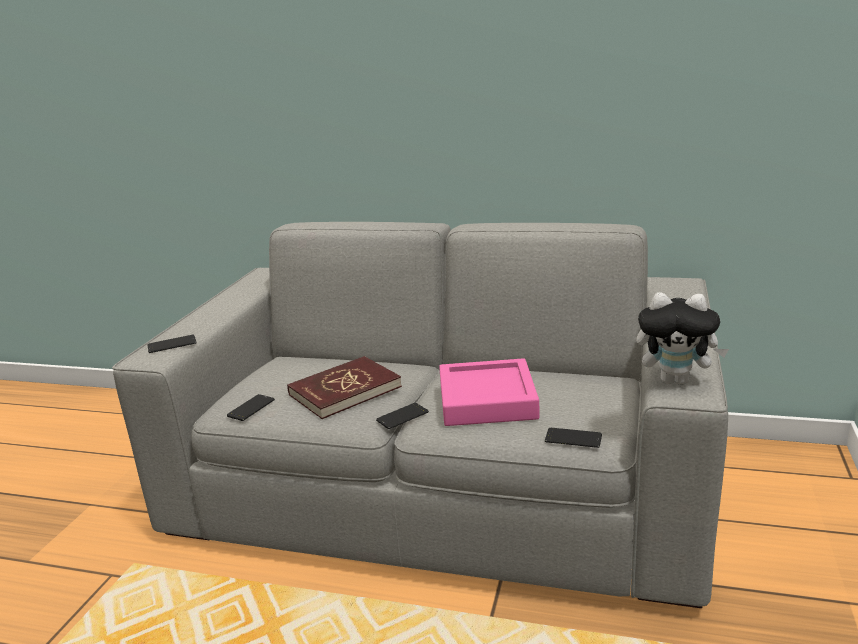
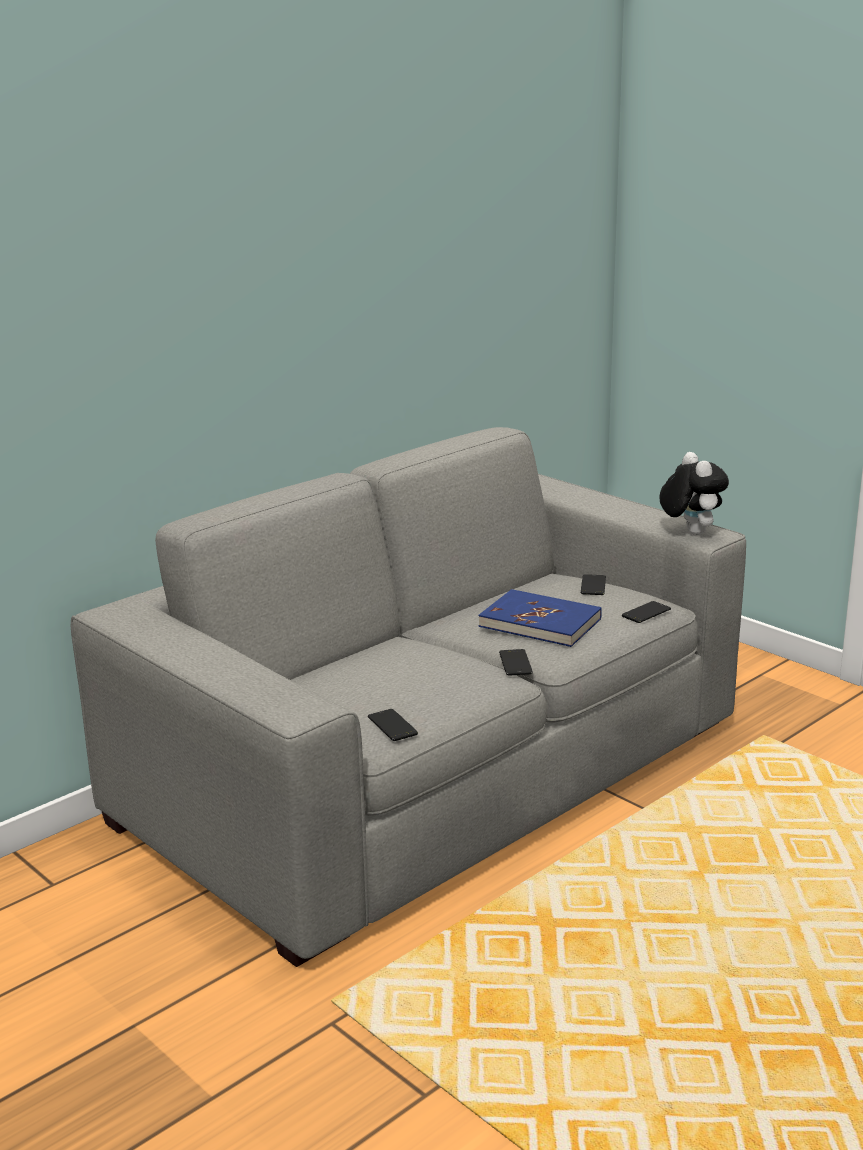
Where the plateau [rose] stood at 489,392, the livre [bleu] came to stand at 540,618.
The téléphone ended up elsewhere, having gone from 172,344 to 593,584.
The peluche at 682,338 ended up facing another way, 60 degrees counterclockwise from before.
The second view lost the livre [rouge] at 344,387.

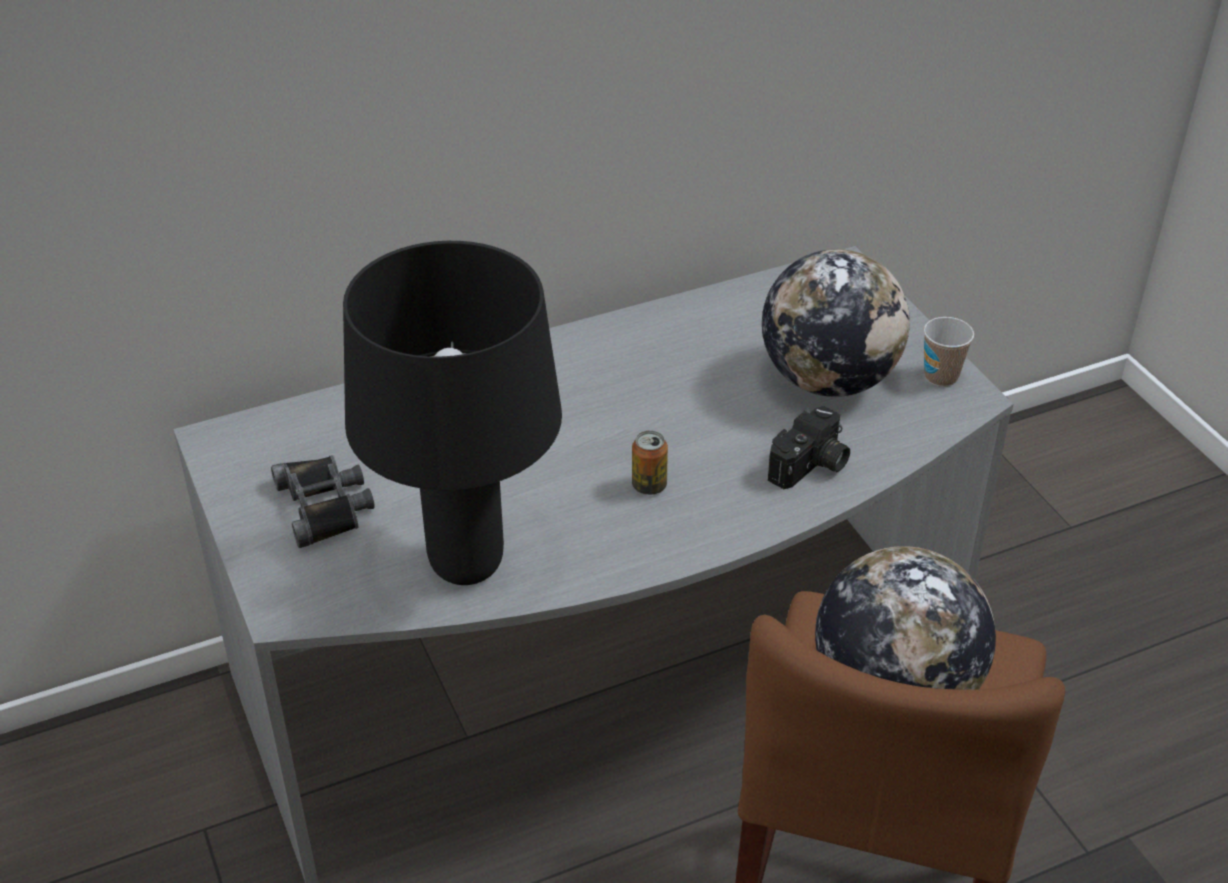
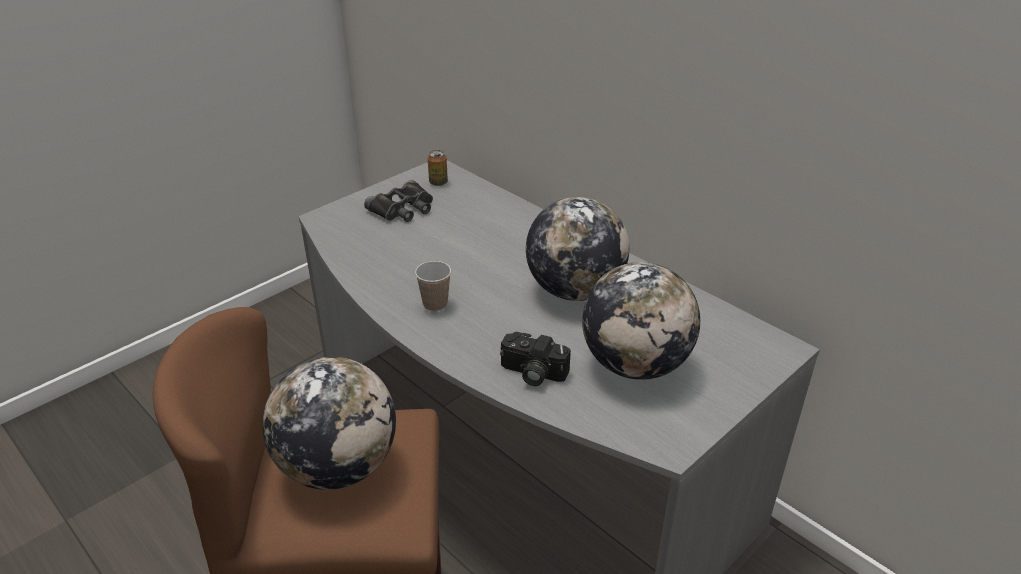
The tasse ended up elsewhere, having gone from 949,352 to 433,286.
The boîte métallique ended up elsewhere, having gone from 650,463 to 437,168.
The second view gained the globe at 577,249.
The second view lost the lampe de table [noir] at 452,413.

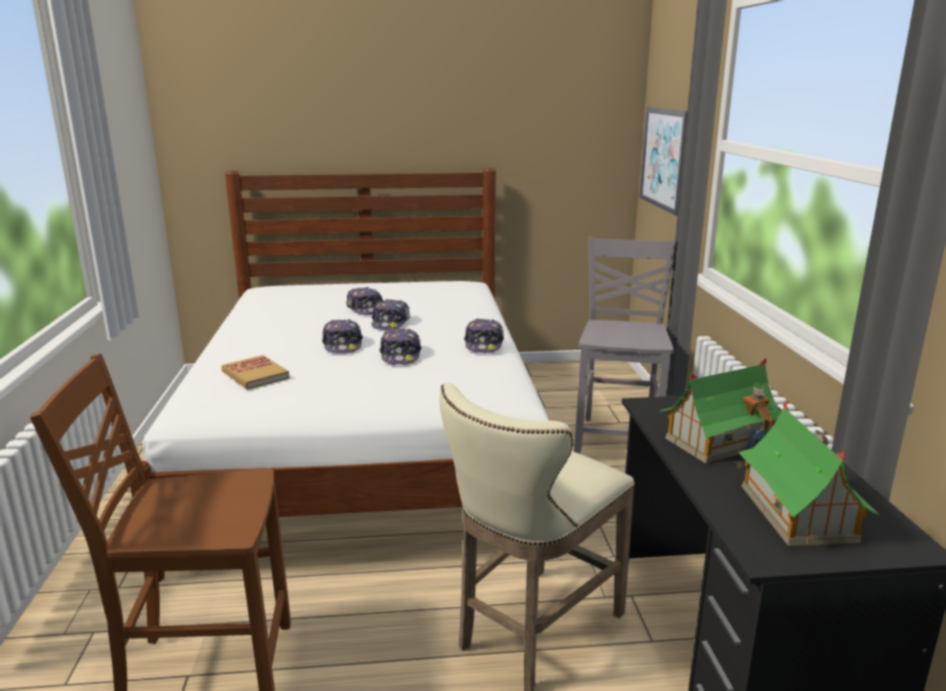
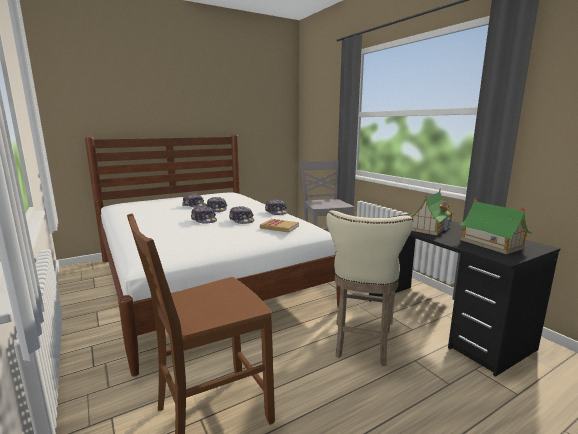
The livre ended up elsewhere, having gone from 255,372 to 279,226.
The second view lost the tableau at 663,161.

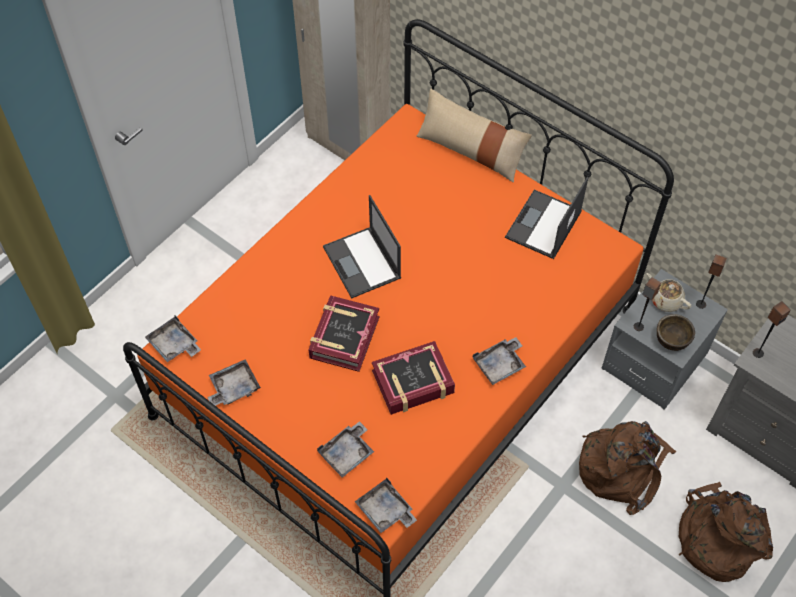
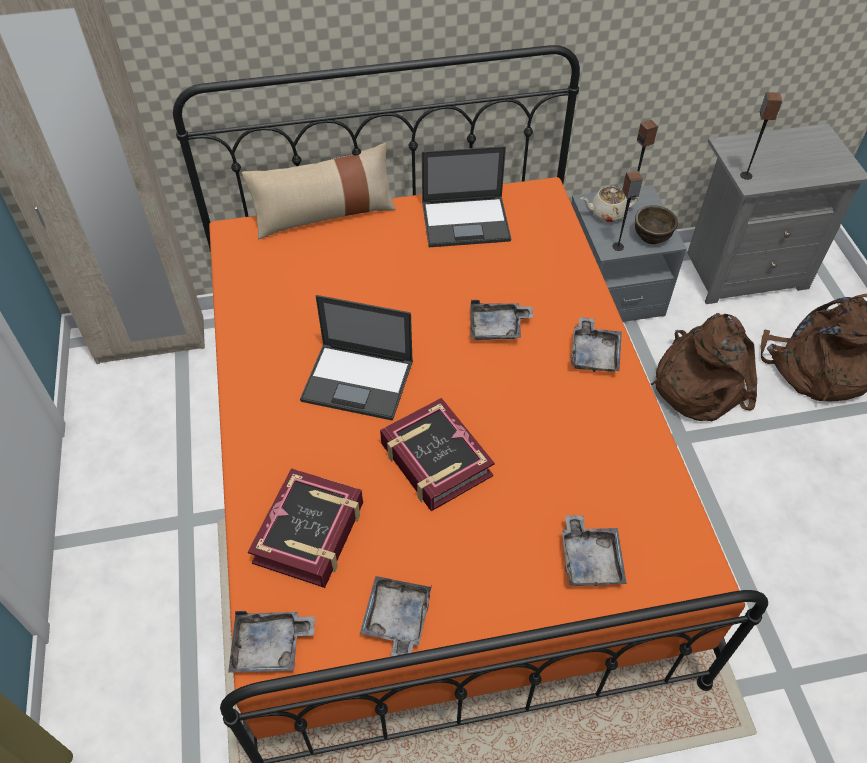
The livre ended up elsewhere, having gone from 413,378 to 305,528.
The ordinateur portable at 546,218 ended up facing another way, 75 degrees counterclockwise from before.
The plateau [gris] ended up elsewhere, having gone from 386,505 to 501,320.

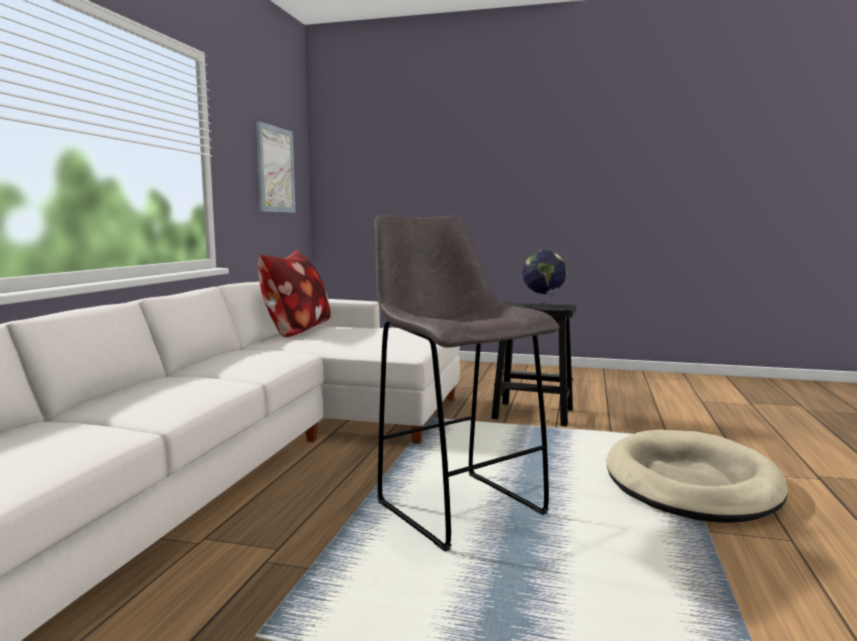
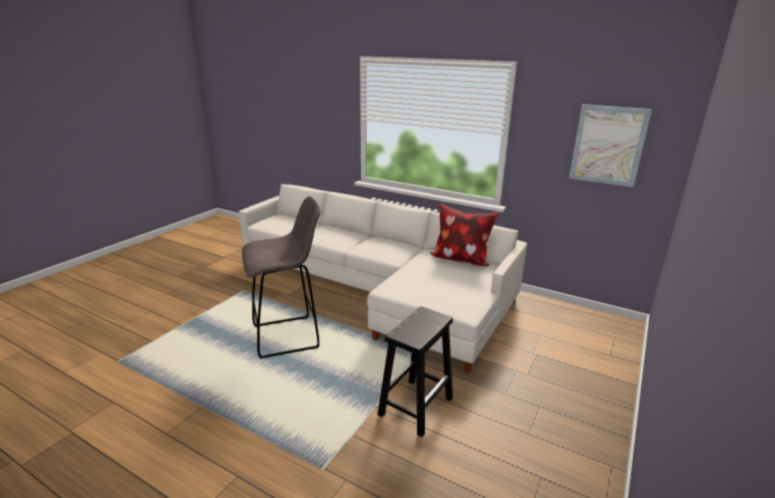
The second view lost the globe at 544,279.
The second view lost the panier pour chien [beige] at 697,476.

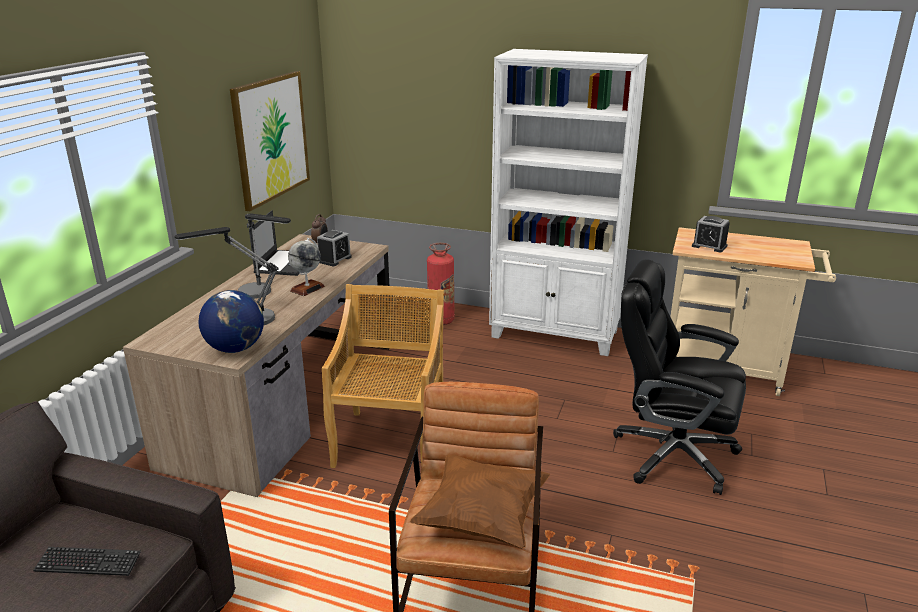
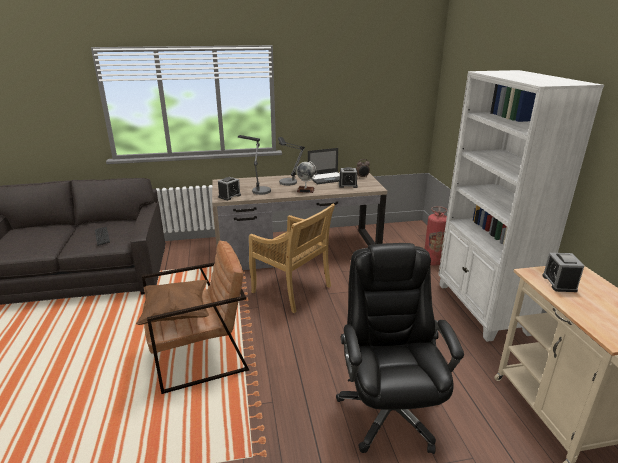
Where the globe stood at 231,321, the réveil came to stand at 229,189.
The chaise [beige] at 383,376 ended up facing another way, 60 degrees clockwise from before.
The second view lost the tableau at 270,141.

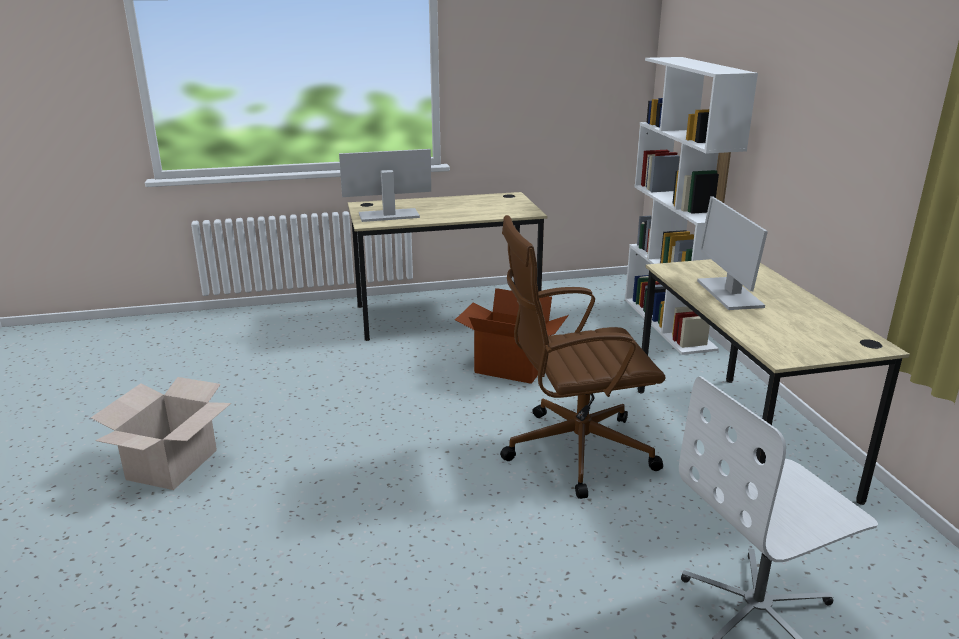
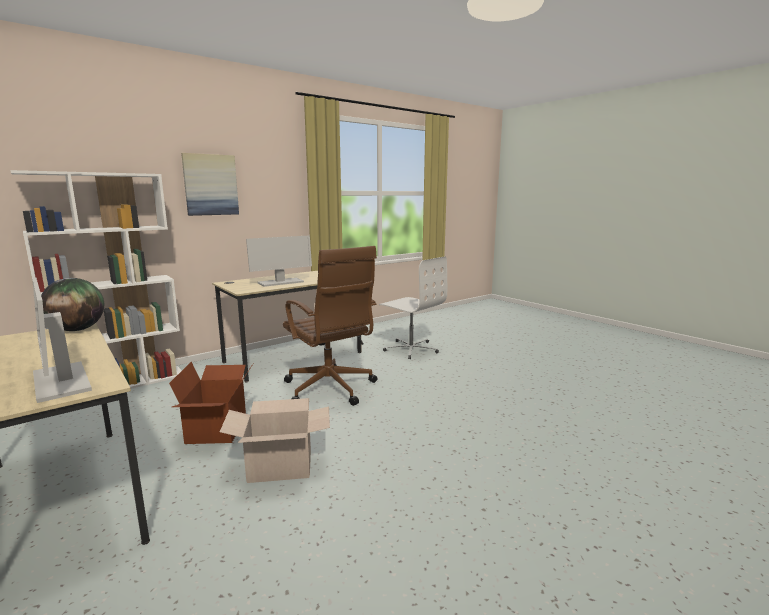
The second view gained the globe at 72,304.
The second view gained the tableau at 210,184.
The carton ended up elsewhere, having gone from 161,433 to 275,440.

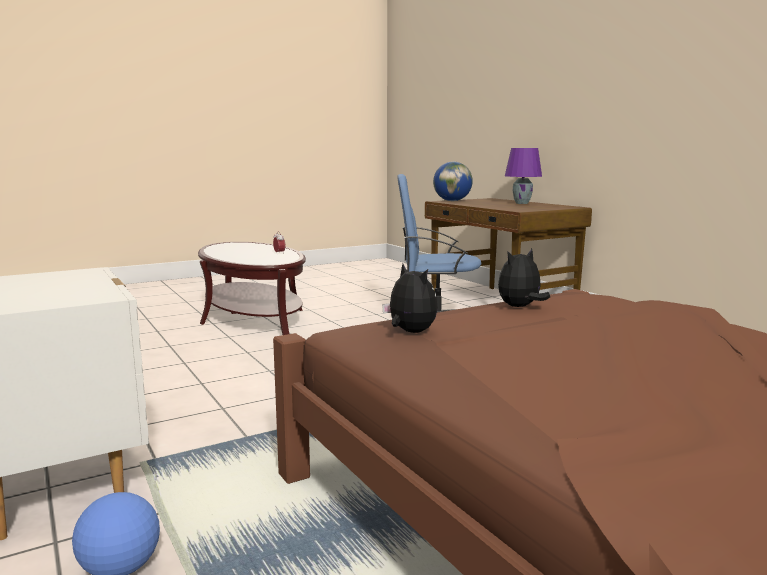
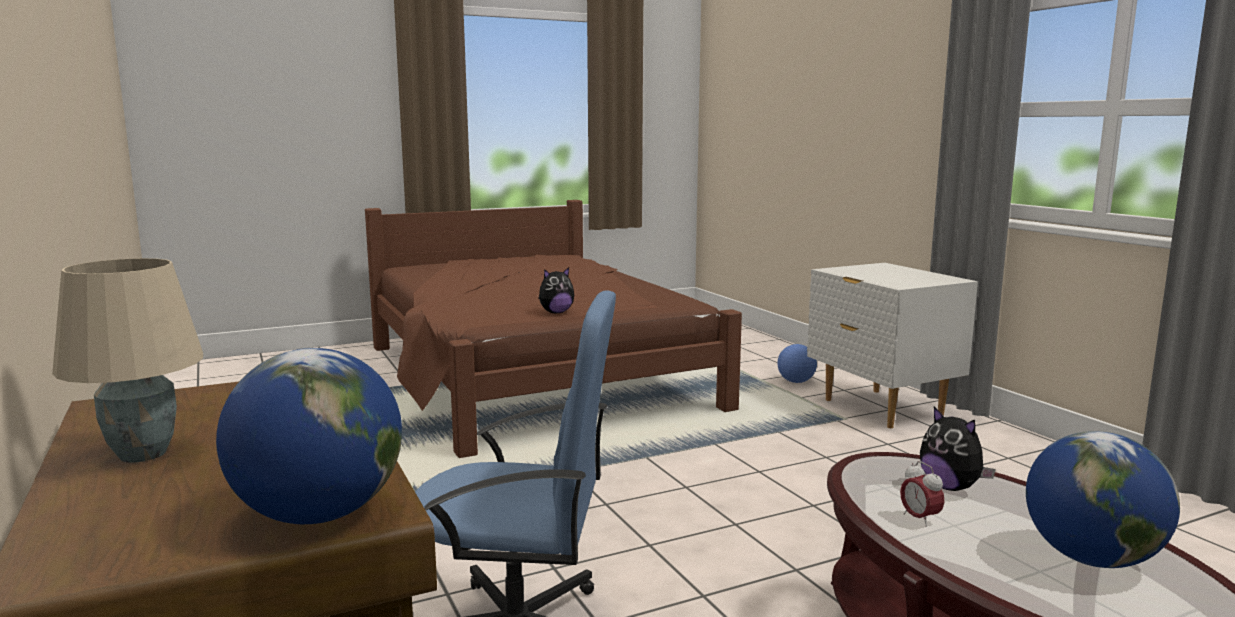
What was the lampe de table [violet] at 523,176 turned into the lampe de table [beige] at 127,360.
The peluche ended up elsewhere, having gone from 410,298 to 958,448.
The second view gained the globe at 1103,499.

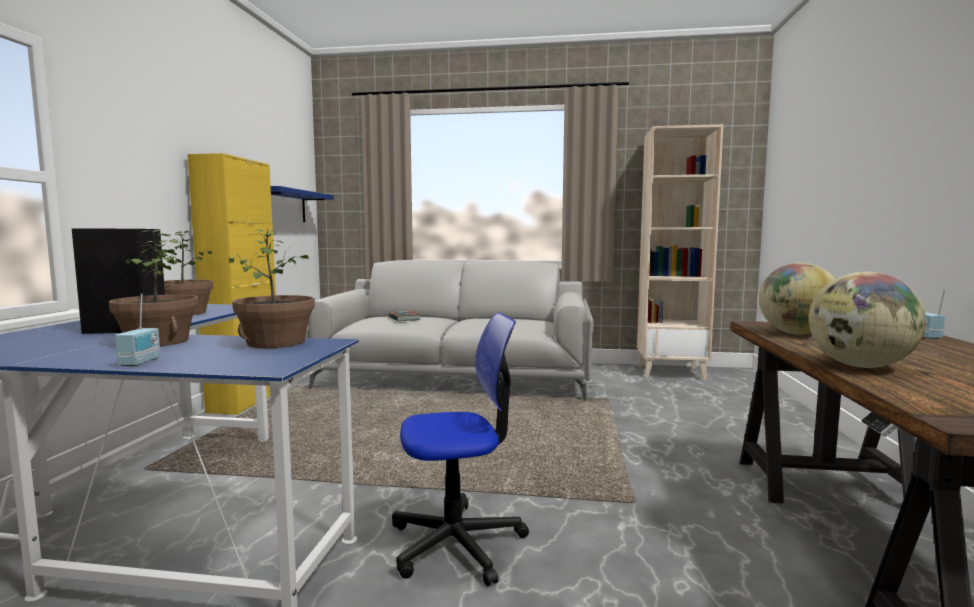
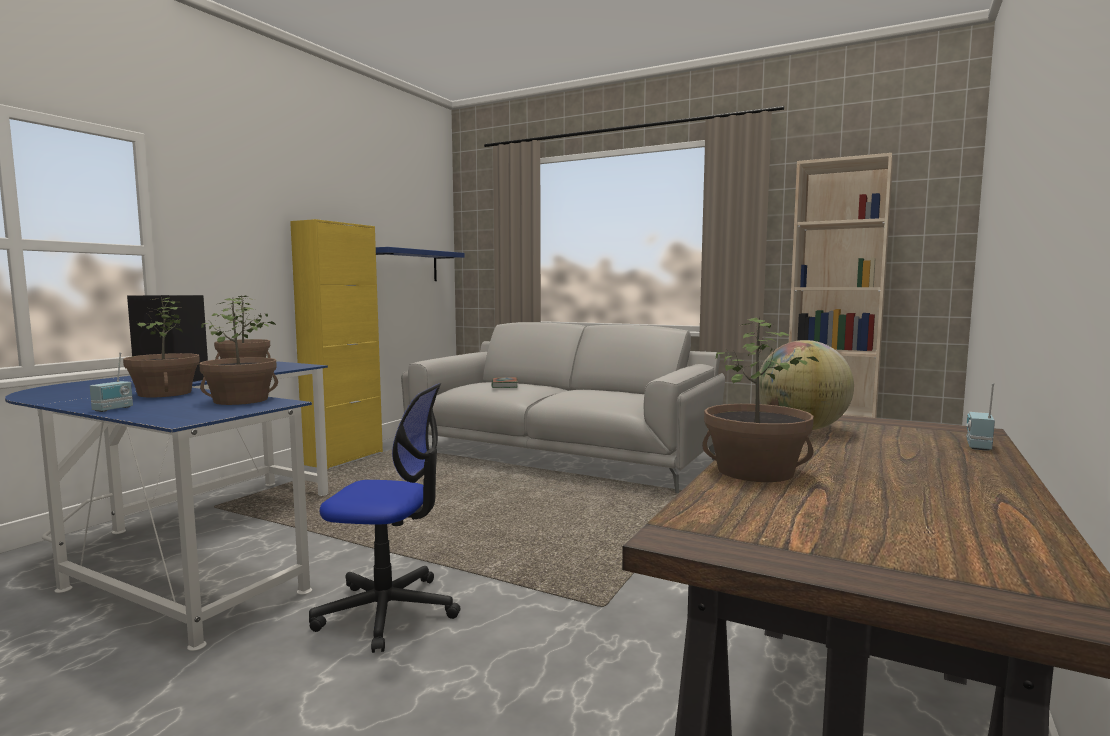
Where the globe stood at 867,320, the plante en pot came to stand at 761,399.

